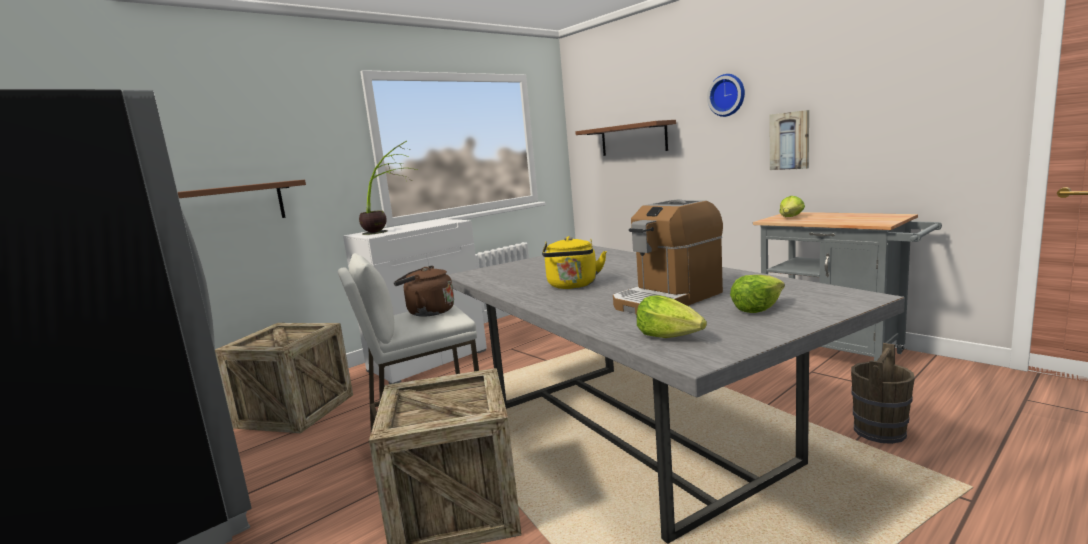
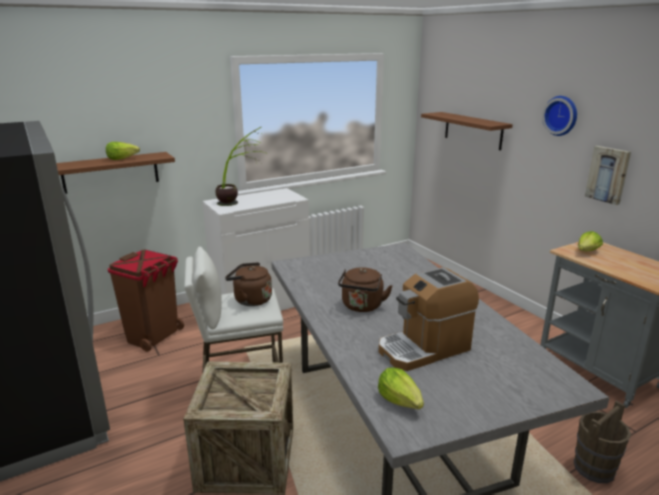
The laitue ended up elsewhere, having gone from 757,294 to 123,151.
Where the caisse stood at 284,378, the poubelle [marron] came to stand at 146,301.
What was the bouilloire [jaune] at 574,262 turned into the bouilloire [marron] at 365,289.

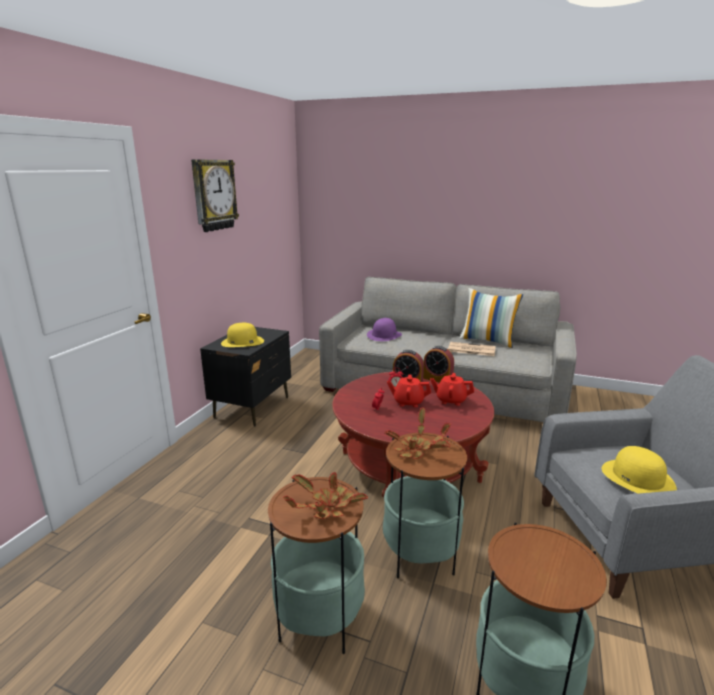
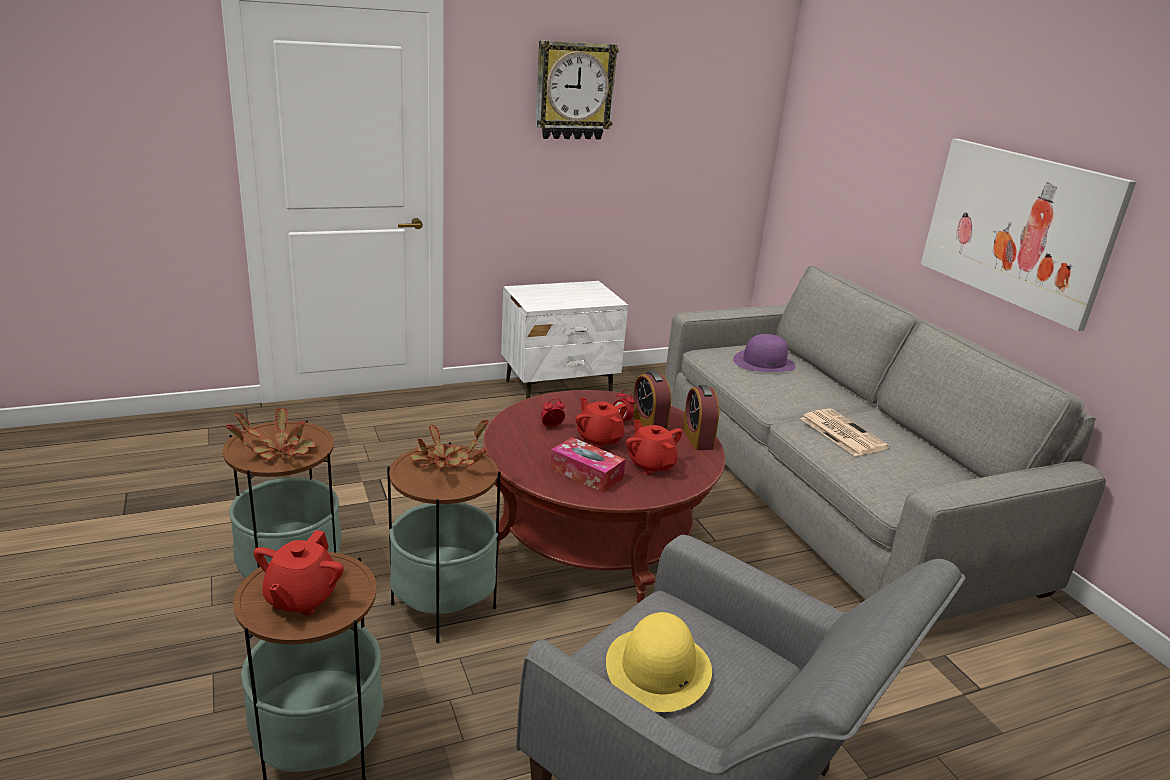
The second view gained the théière [rouge] at 298,572.
What was the table de chevet [noir] at 245,376 turned into the table de chevet [blanc] at 564,340.
The second view gained the boîte à mouchoirs at 587,465.
The second view gained the tableau at 1028,235.
The second view lost the chapeau [jaune] at 242,335.
The second view lost the coussin at 491,318.

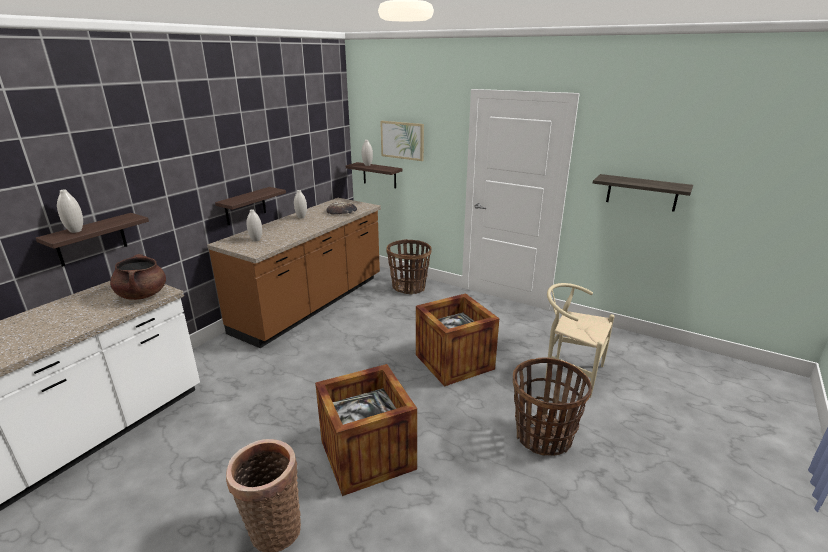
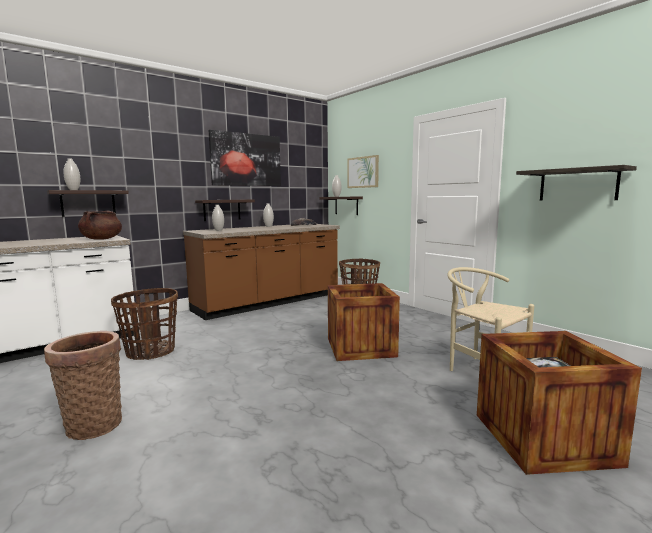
The panier ended up elsewhere, having gone from 552,407 to 144,324.
The second view gained the tableau at 245,158.
The caisse ended up elsewhere, having gone from 366,430 to 559,403.

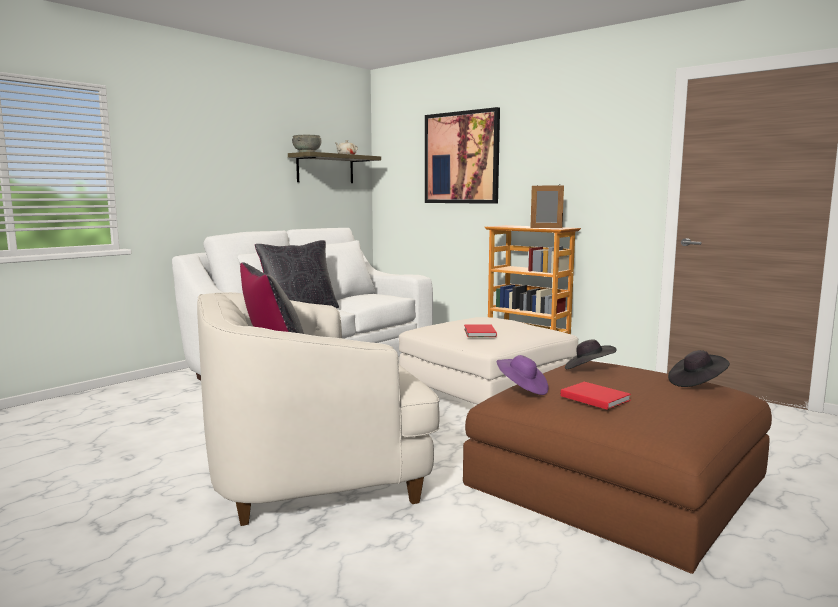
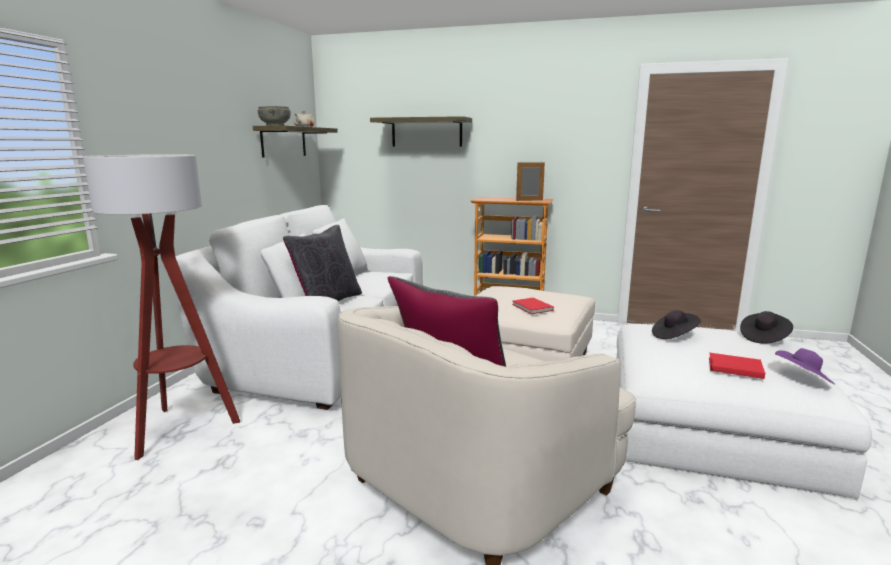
The second view gained the lampadaire at 161,307.
Where the tableau hung at 462,155, the étagère came to hang at 421,131.
What was the pouf [marron] at 617,467 turned into the pouf [blanc] at 744,412.
The chapeau [violet] ended up elsewhere, having gone from 522,375 to 805,366.

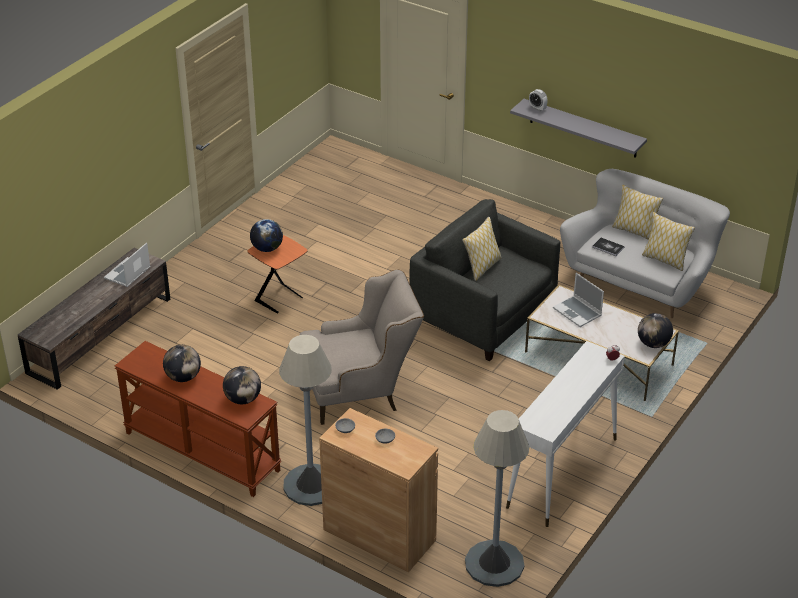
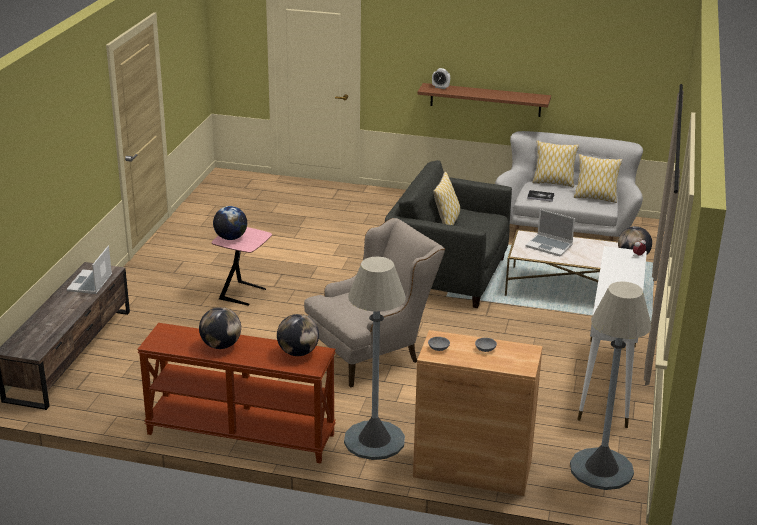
What was the table d'appoint [orange] at 277,274 turned into the table d'appoint [rose] at 242,266.
What was the étagère [gris] at 578,128 turned into the étagère [marron] at 484,100.

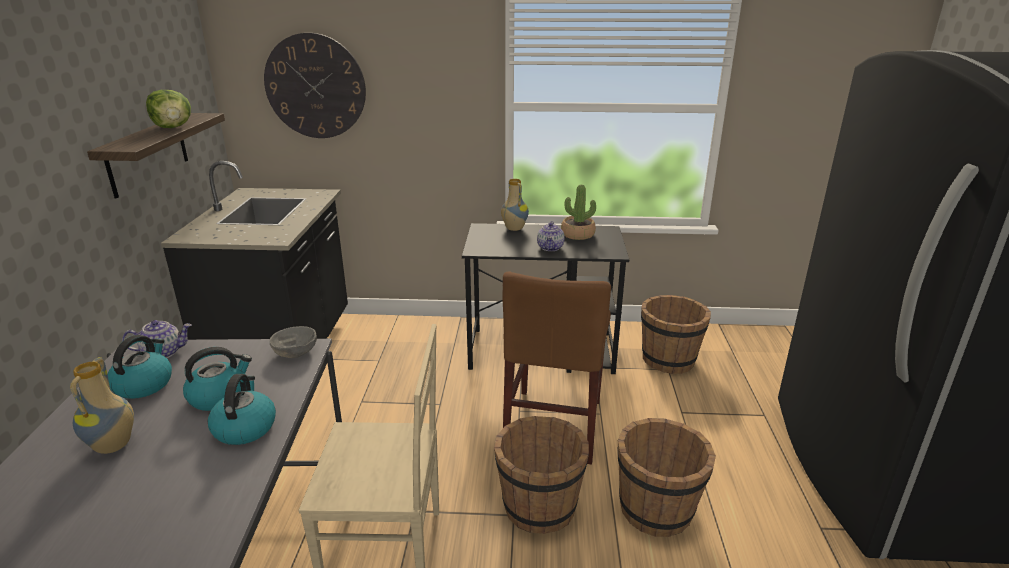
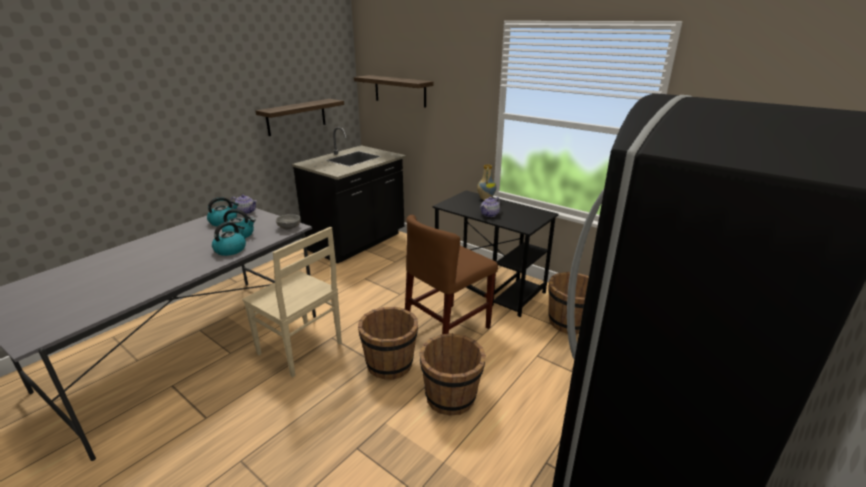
Where the horloge murale hung at 315,85, the étagère came to hang at 394,91.
The second view lost the vase at 102,405.
The second view lost the laitue at 168,109.
The second view lost the plante en pot at 578,212.

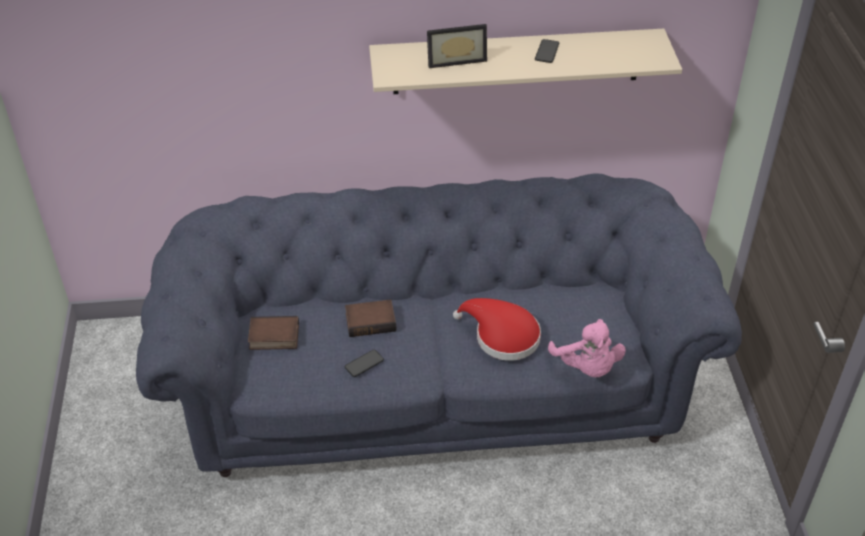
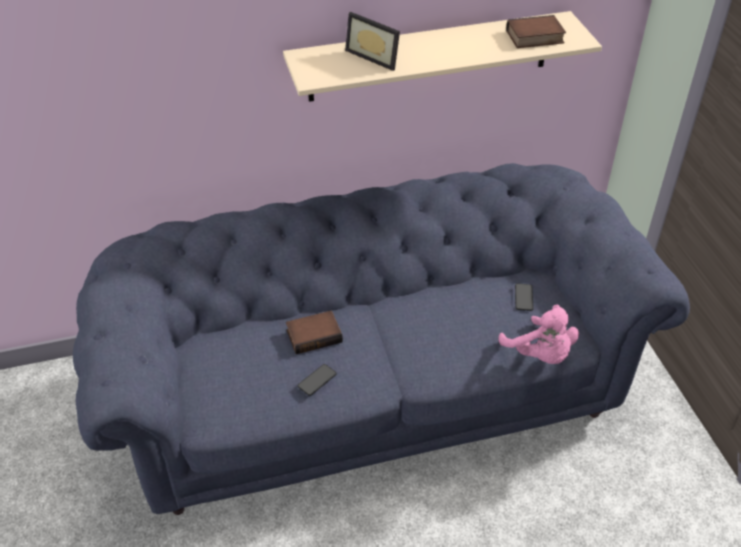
The cadre photo at 457,46 ended up facing another way, 60 degrees clockwise from before.
The livre ended up elsewhere, having gone from 273,333 to 536,31.
The téléphone ended up elsewhere, having gone from 547,51 to 524,297.
The second view lost the chapeau [rouge] at 497,329.

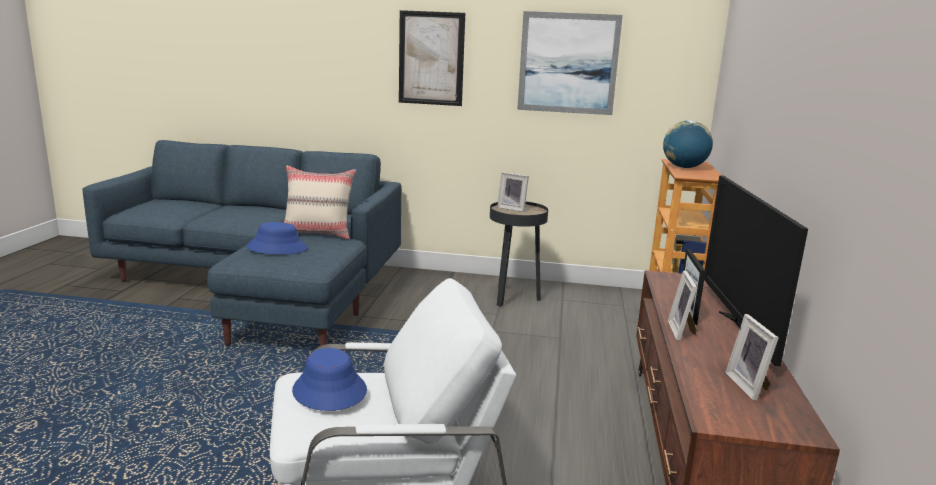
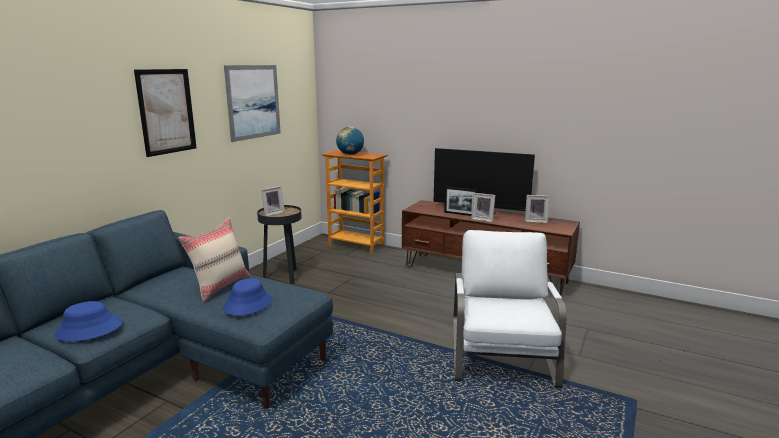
The chapeau [bleu] ended up elsewhere, having gone from 329,379 to 88,321.

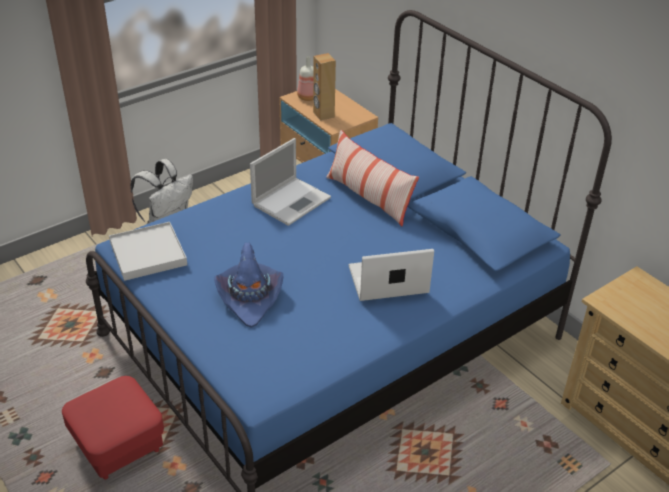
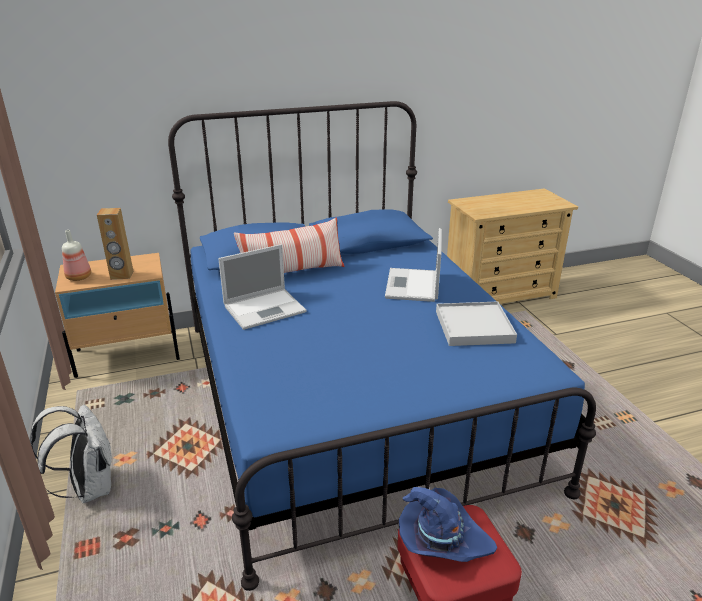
The ordinateur portable at 290,182 ended up facing another way, 90 degrees clockwise from before.
The chapeau [bleu] ended up elsewhere, having gone from 248,285 to 448,524.
The plateau [blanc] ended up elsewhere, having gone from 148,251 to 476,323.

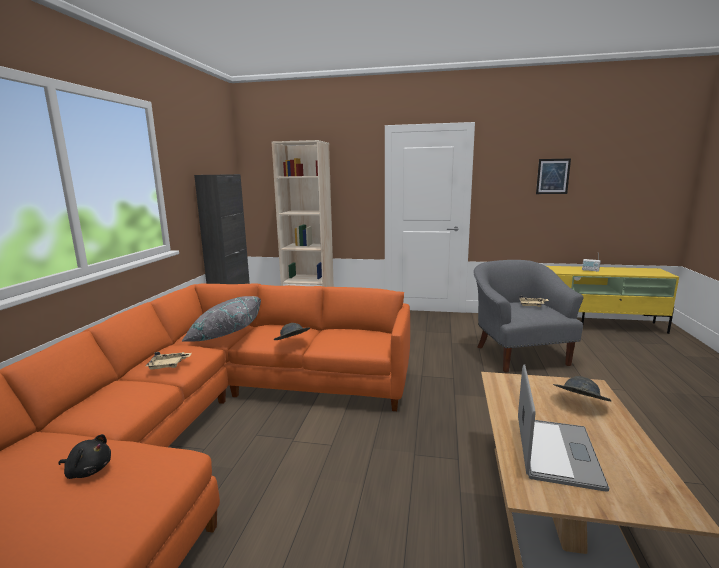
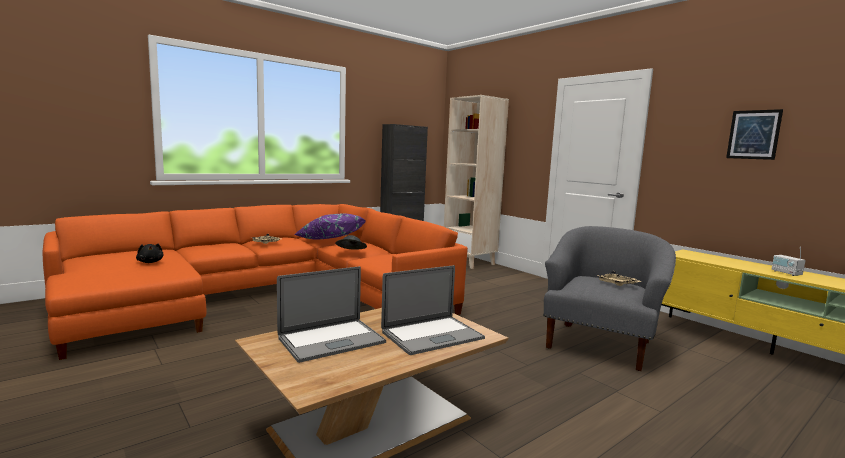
What was the coussin [gris] at 221,319 turned into the coussin [violet] at 330,226.
Where the chapeau [gris] stood at 582,388, the ordinateur portable came to stand at 433,310.

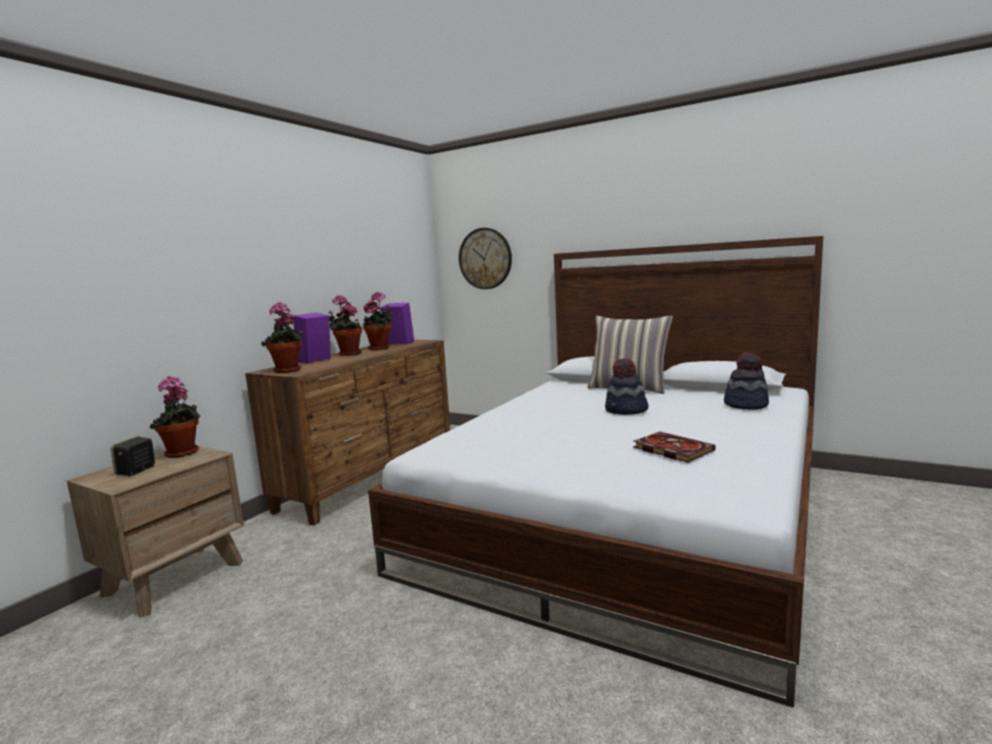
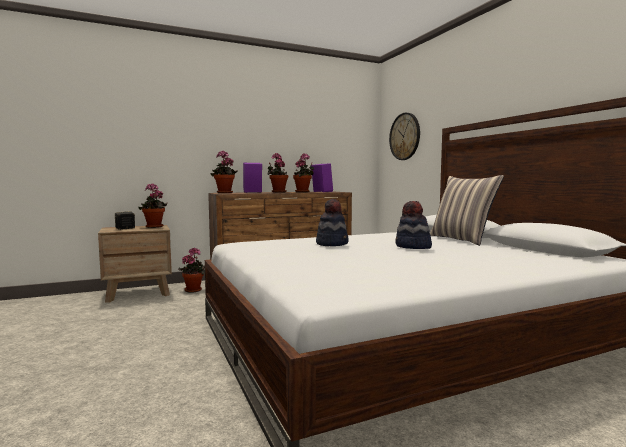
The second view gained the plante en pot at 191,270.
The chapeau ended up elsewhere, having gone from 746,381 to 332,222.
The second view lost the livre at 674,447.

